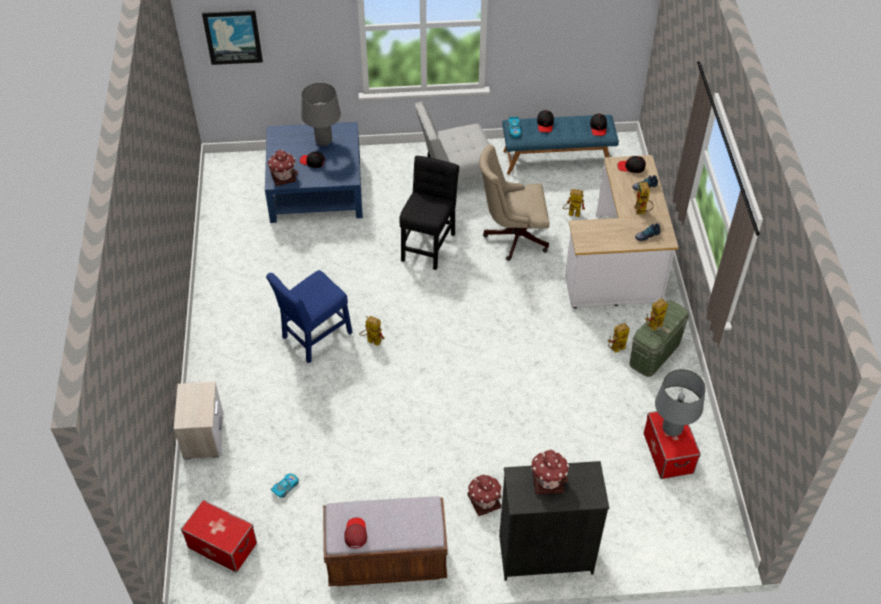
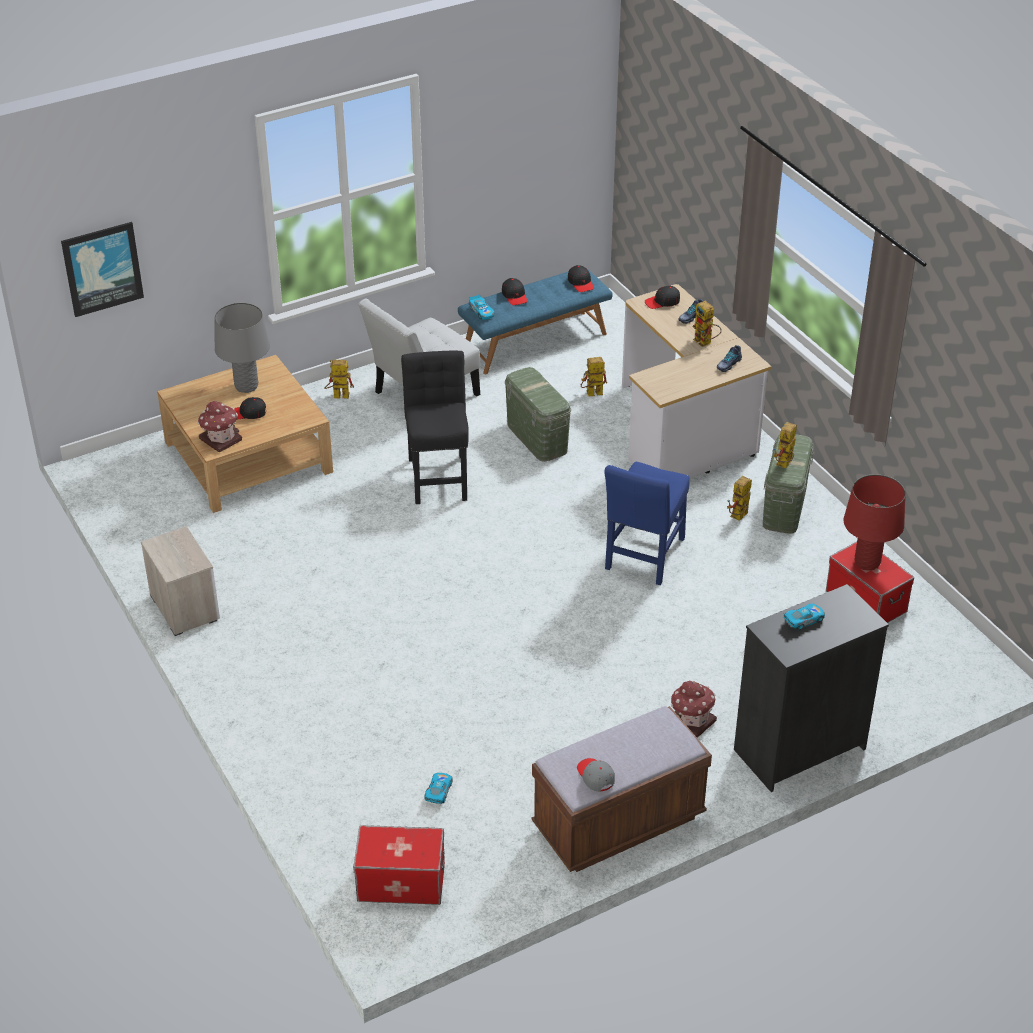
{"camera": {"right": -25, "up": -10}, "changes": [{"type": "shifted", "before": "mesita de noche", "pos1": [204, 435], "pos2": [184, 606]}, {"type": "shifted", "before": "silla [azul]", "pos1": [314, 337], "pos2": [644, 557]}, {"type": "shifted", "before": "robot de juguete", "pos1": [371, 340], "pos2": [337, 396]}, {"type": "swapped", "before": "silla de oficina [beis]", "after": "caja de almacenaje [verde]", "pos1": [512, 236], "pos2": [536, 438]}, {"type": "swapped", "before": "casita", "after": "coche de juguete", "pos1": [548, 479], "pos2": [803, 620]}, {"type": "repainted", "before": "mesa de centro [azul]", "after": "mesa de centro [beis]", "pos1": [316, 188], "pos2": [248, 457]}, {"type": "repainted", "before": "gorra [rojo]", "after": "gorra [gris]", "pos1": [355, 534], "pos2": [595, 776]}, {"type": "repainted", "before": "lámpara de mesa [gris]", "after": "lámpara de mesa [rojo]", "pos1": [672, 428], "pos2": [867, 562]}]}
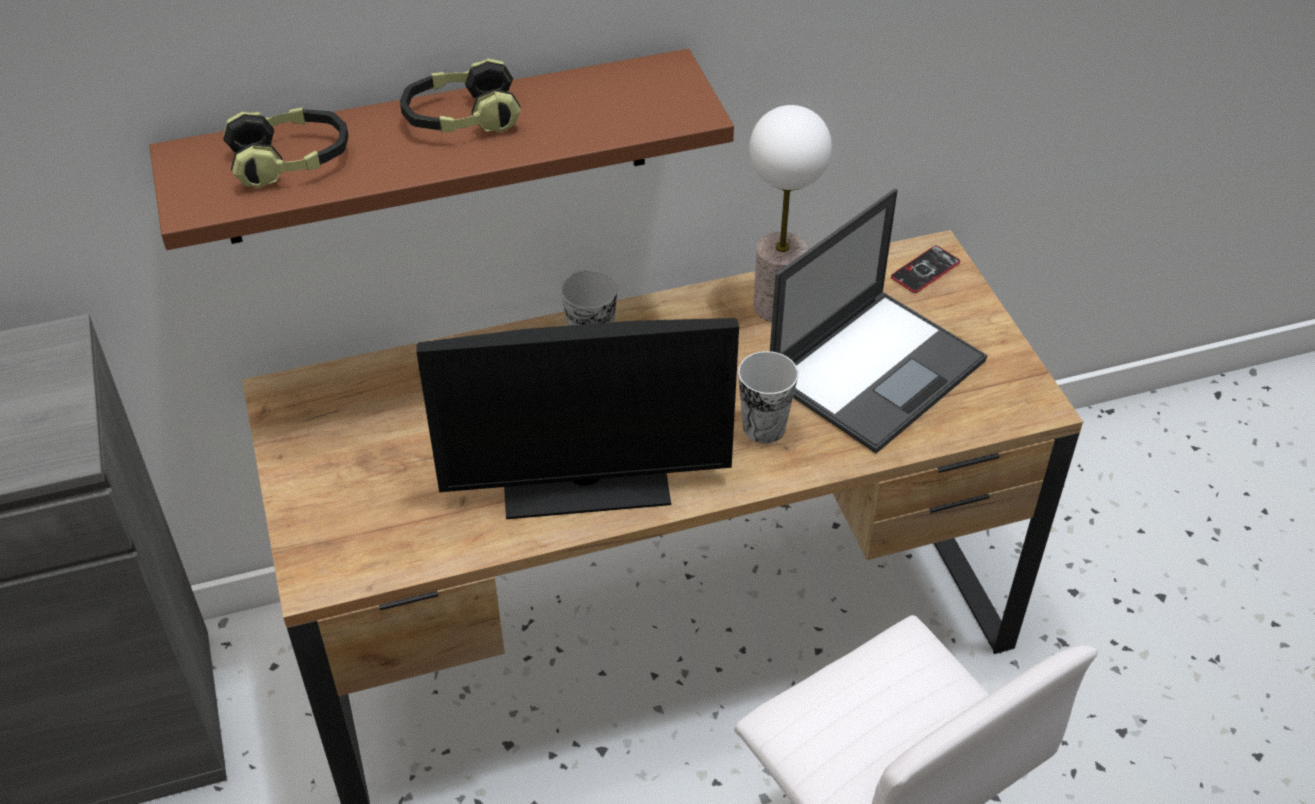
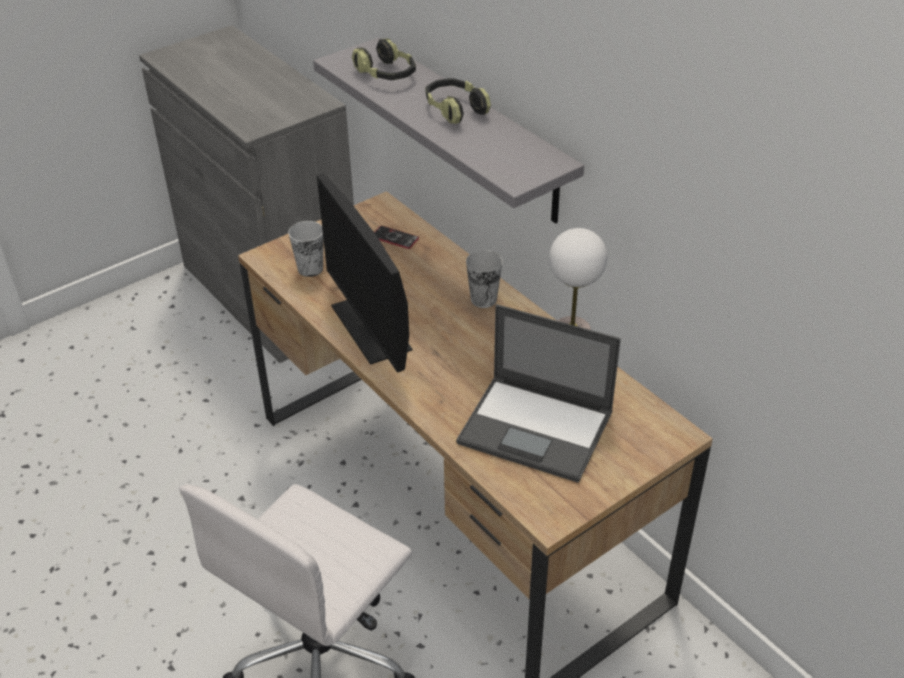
{"camera": {"right": 70, "up": -5}, "changes": [{"type": "shifted", "before": "taza", "pos1": [764, 427], "pos2": [310, 269]}, {"type": "shifted", "before": "móvil", "pos1": [925, 270], "pos2": [395, 238]}, {"type": "repainted", "before": "estante [marrón]", "after": "estante [gris]", "pos1": [436, 148], "pos2": [472, 130]}]}
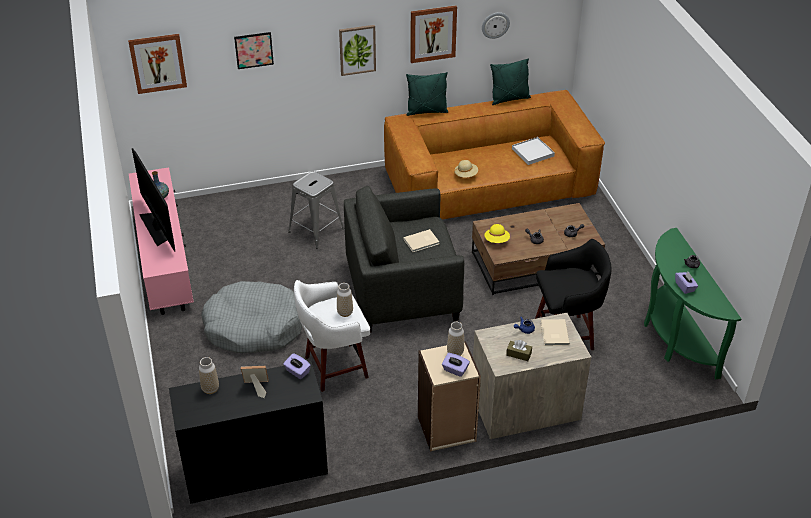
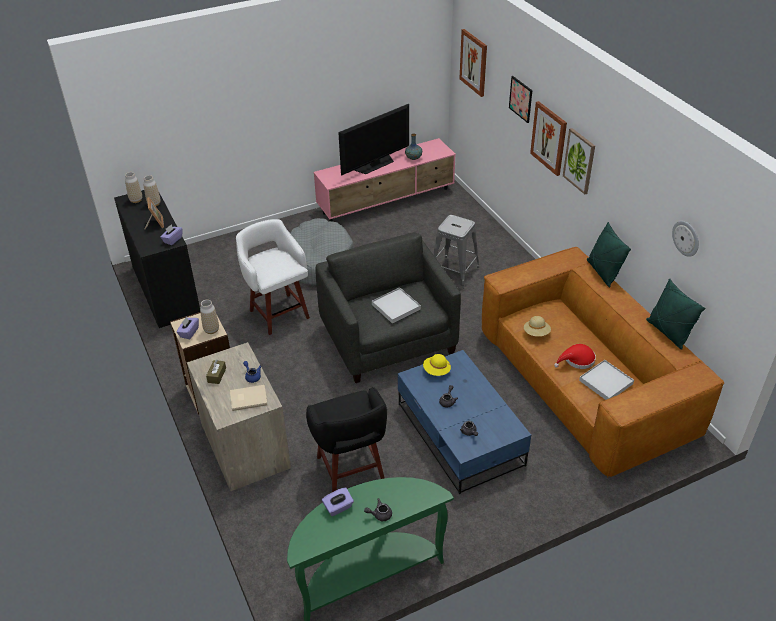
{"camera": {"right": 80, "up": 0}, "changes": [{"type": "new", "after": "sombrero [rojo]", "pos2": [577, 360]}, {"type": "shifted", "before": "florero", "pos1": [345, 312], "pos2": [136, 200]}, {"type": "shifted", "before": "cuadro", "pos1": [433, 33], "pos2": [549, 138]}, {"type": "swapped", "before": "libro [beis]", "after": "bandeja [blanco]", "pos1": [422, 242], "pos2": [396, 307]}, {"type": "repainted", "before": "mesa de centro [marrón]", "after": "mesa de centro [azul]", "pos1": [535, 263], "pos2": [461, 434]}]}
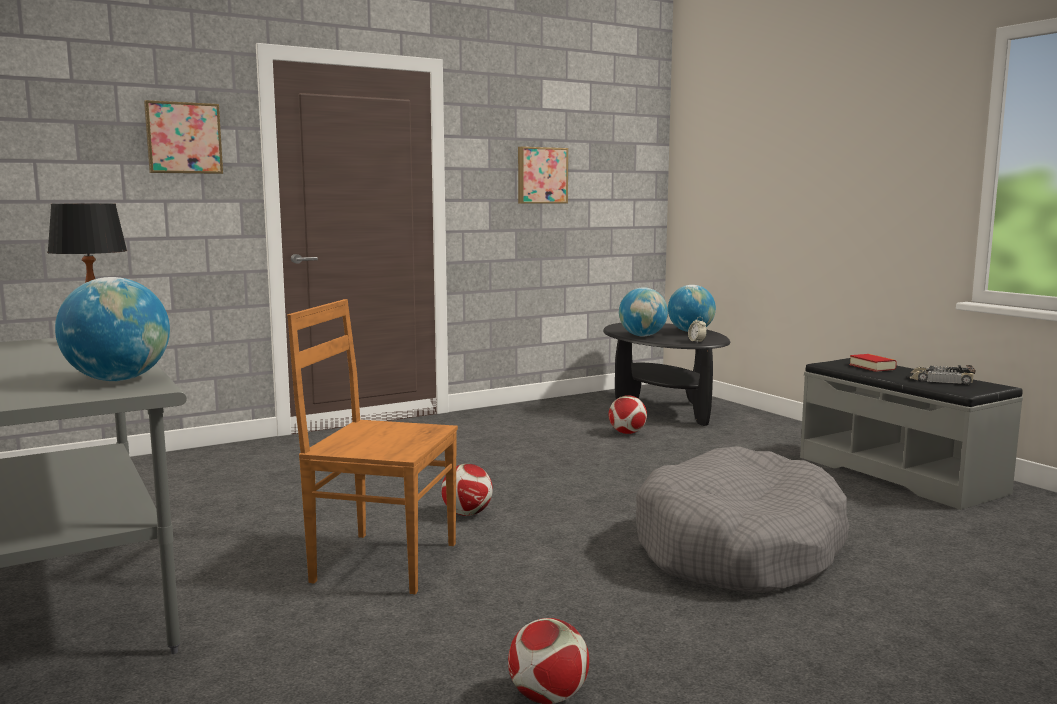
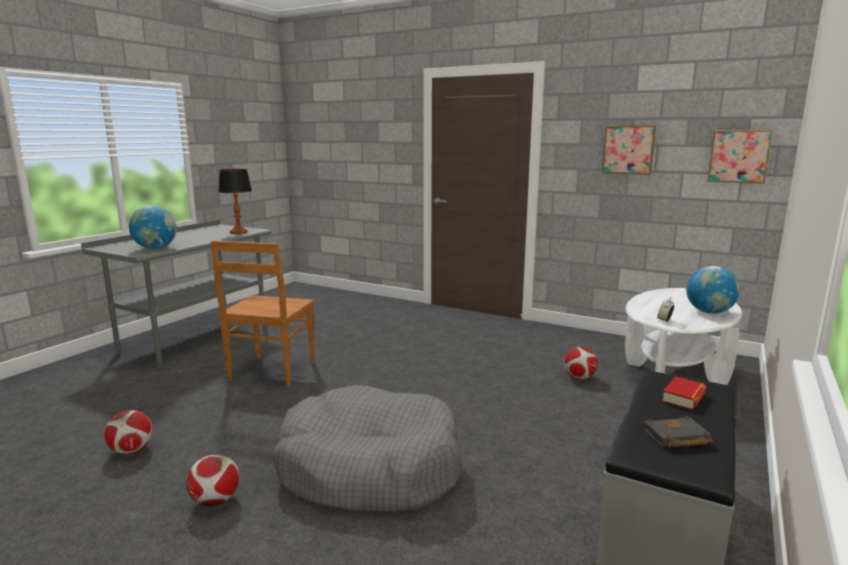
{"camera": {"right": 60, "up": 5}, "changes": [{"type": "gone", "before": "globo terráqueo", "pos1": [642, 336]}, {"type": "shifted", "before": "cuadro", "pos1": [183, 138], "pos2": [739, 156]}, {"type": "shifted", "before": "balón de fútbol", "pos1": [467, 514], "pos2": [215, 501]}, {"type": "swapped", "before": "coche de juguete", "after": "libro [negro]", "pos1": [940, 380], "pos2": [676, 438]}, {"type": "repainted", "before": "mesa de centro [negro]", "after": "mesa de centro [blanco]", "pos1": [662, 408], "pos2": [674, 374]}, {"type": "rotated", "before": "silla [marrón]", "pos1": [381, 561], "pos2": [271, 372], "turn": -150}]}
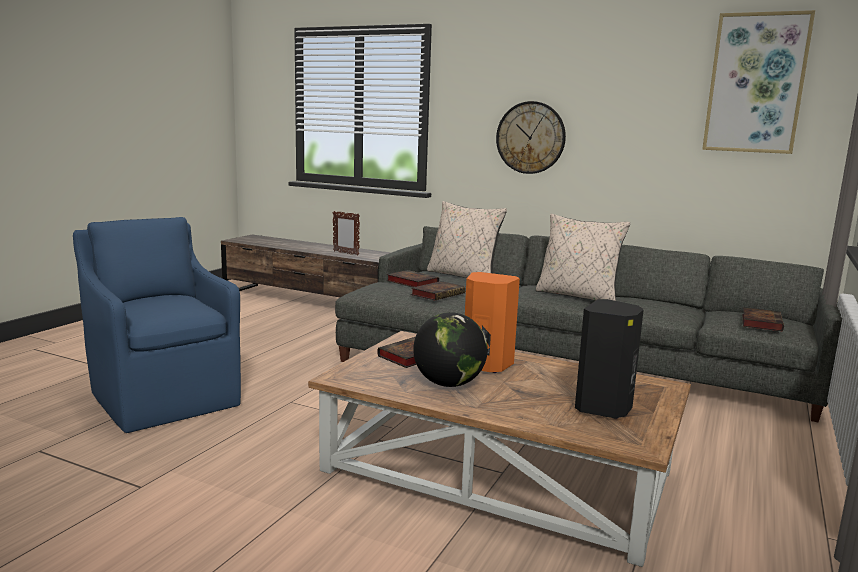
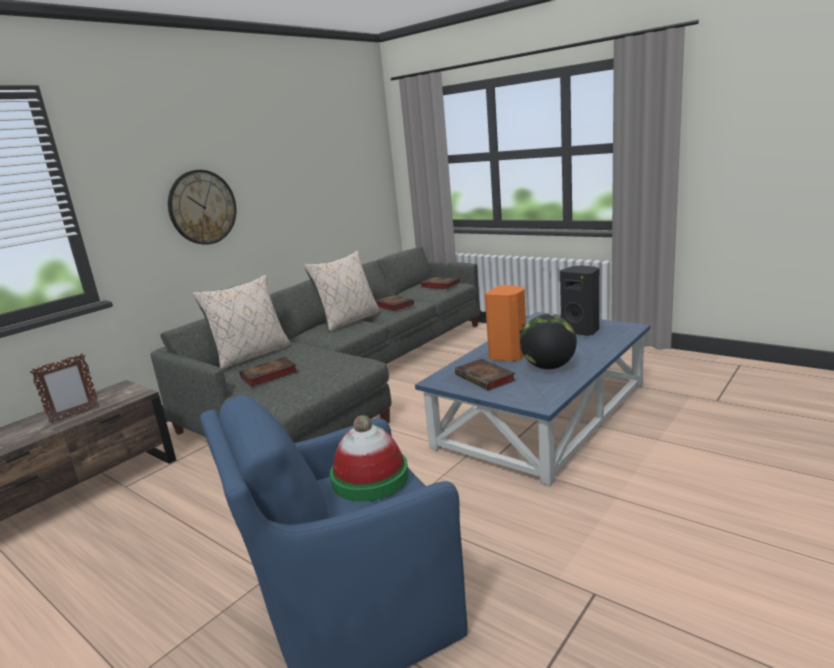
{"camera": {"right": -75, "up": 5}, "changes": [{"type": "gone", "before": "cuadro", "pos1": [756, 83]}, {"type": "new", "after": "sombrero", "pos2": [370, 478]}, {"type": "shifted", "before": "libro", "pos1": [438, 294], "pos2": [392, 305]}, {"type": "repainted", "before": "mesa de centro [marrón]", "after": "mesa de centro [azul]", "pos1": [500, 471], "pos2": [542, 414]}]}
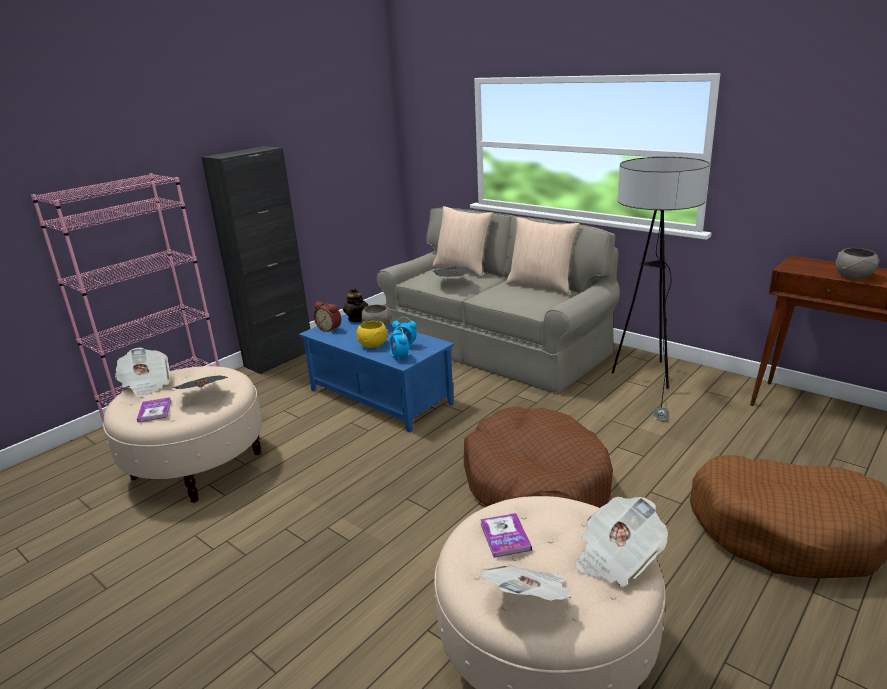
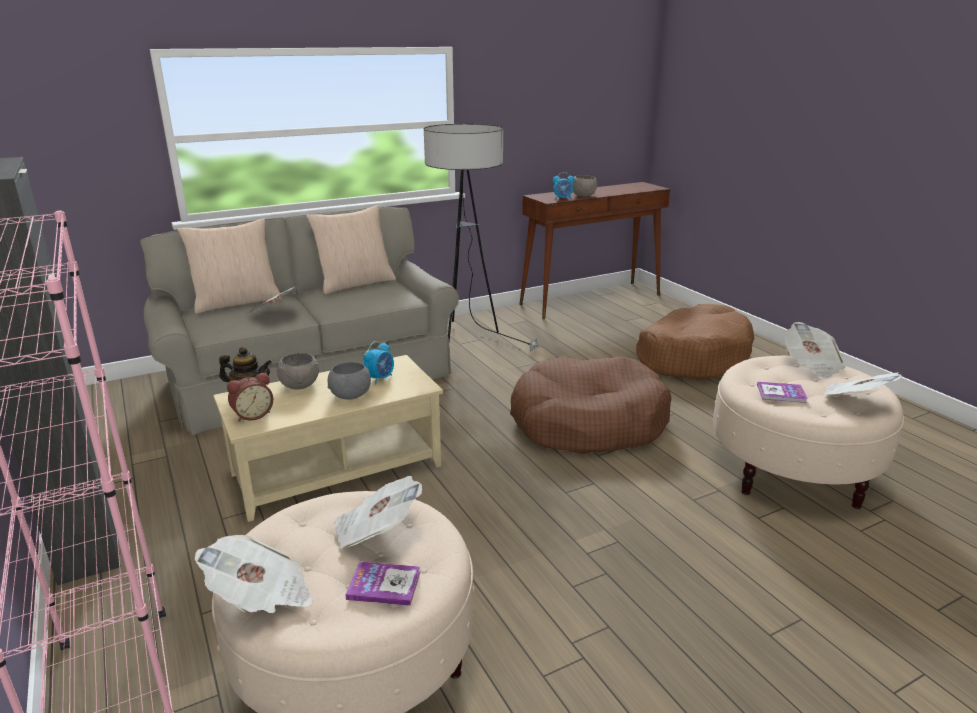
{"camera": {"right": -70, "up": 0}, "changes": [{"type": "shifted", "before": "despertador", "pos1": [399, 357], "pos2": [563, 199]}, {"type": "repainted", "before": "mesa de centro [azul]", "after": "mesa de centro [beis]", "pos1": [381, 396], "pos2": [337, 469]}, {"type": "repainted", "before": "cuenco [amarillo]", "after": "cuenco [gris]", "pos1": [373, 345], "pos2": [351, 395]}]}
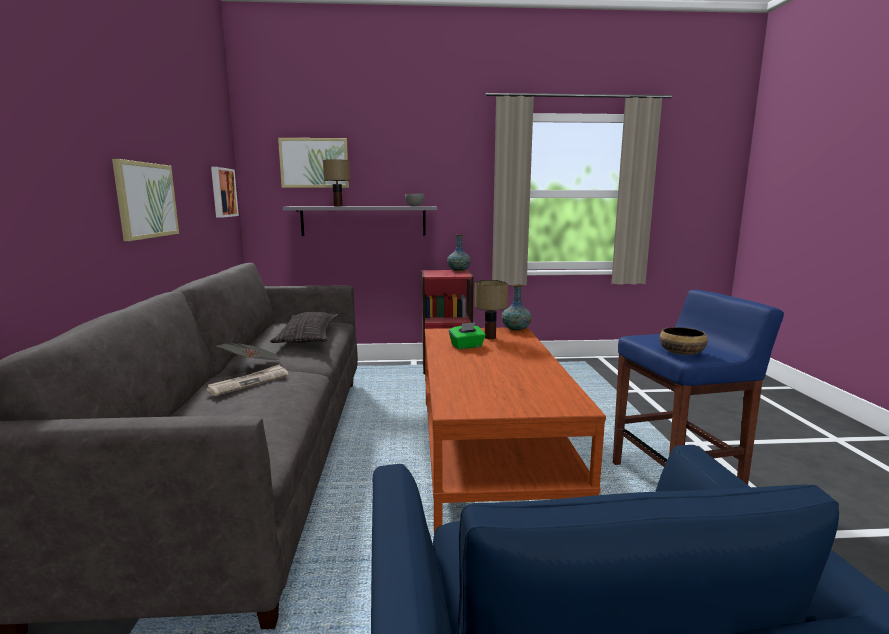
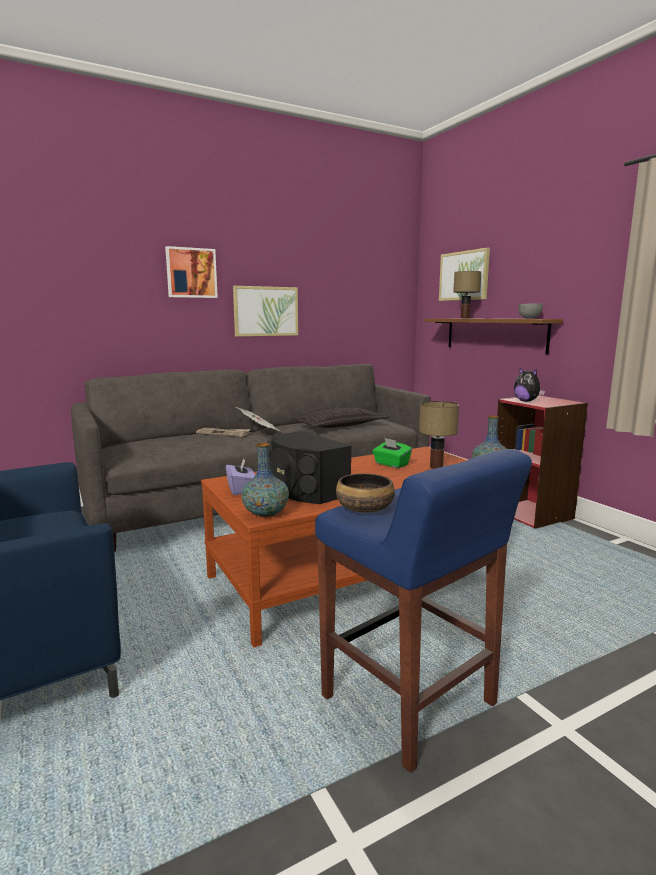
{"camera": {"right": 65, "up": 0}, "changes": [{"type": "new", "after": "caja de pañuelos [morado]", "pos2": [241, 489]}, {"type": "new", "after": "altavoz [negro]", "pos2": [304, 490]}, {"type": "new", "after": "peluche", "pos2": [526, 401]}, {"type": "shifted", "before": "cuadro", "pos1": [222, 192], "pos2": [191, 273]}, {"type": "shifted", "before": "florero", "pos1": [458, 270], "pos2": [265, 513]}, {"type": "repainted", "before": "estante [gris]", "after": "estante [marrón]", "pos1": [363, 221], "pos2": [494, 334]}]}
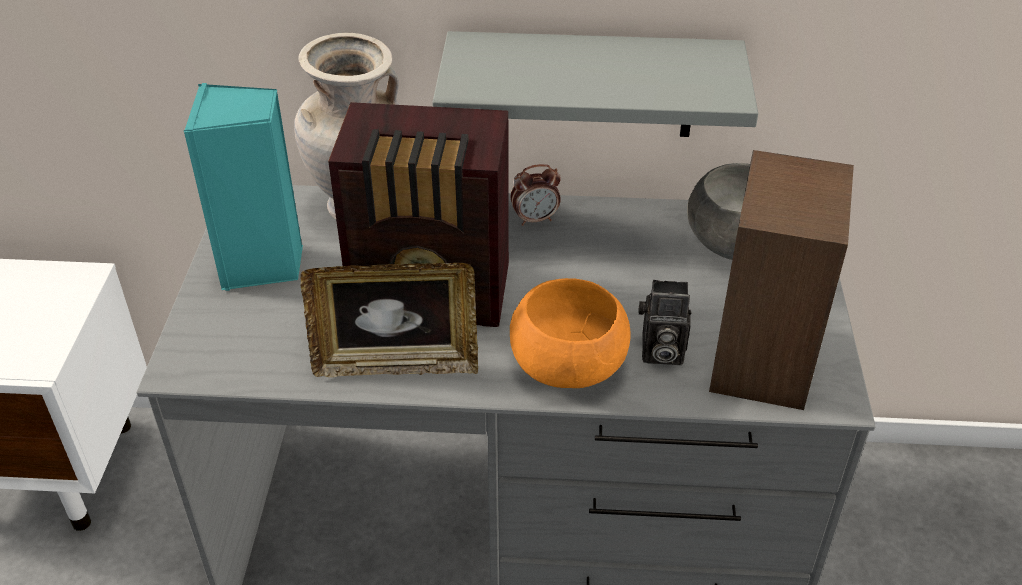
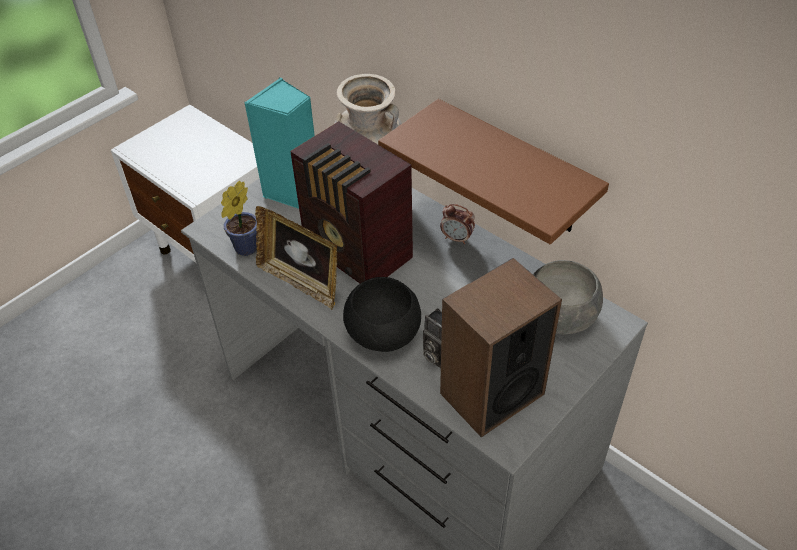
{"camera": {"right": 40, "up": 5}, "changes": [{"type": "new", "after": "planta en maceta", "pos2": [244, 250]}, {"type": "repainted", "before": "estante [gris]", "after": "estante [marrón]", "pos1": [592, 85], "pos2": [515, 169]}, {"type": "repainted", "before": "cuenco [naranja]", "after": "cuenco [negro]", "pos1": [569, 364], "pos2": [384, 332]}]}
